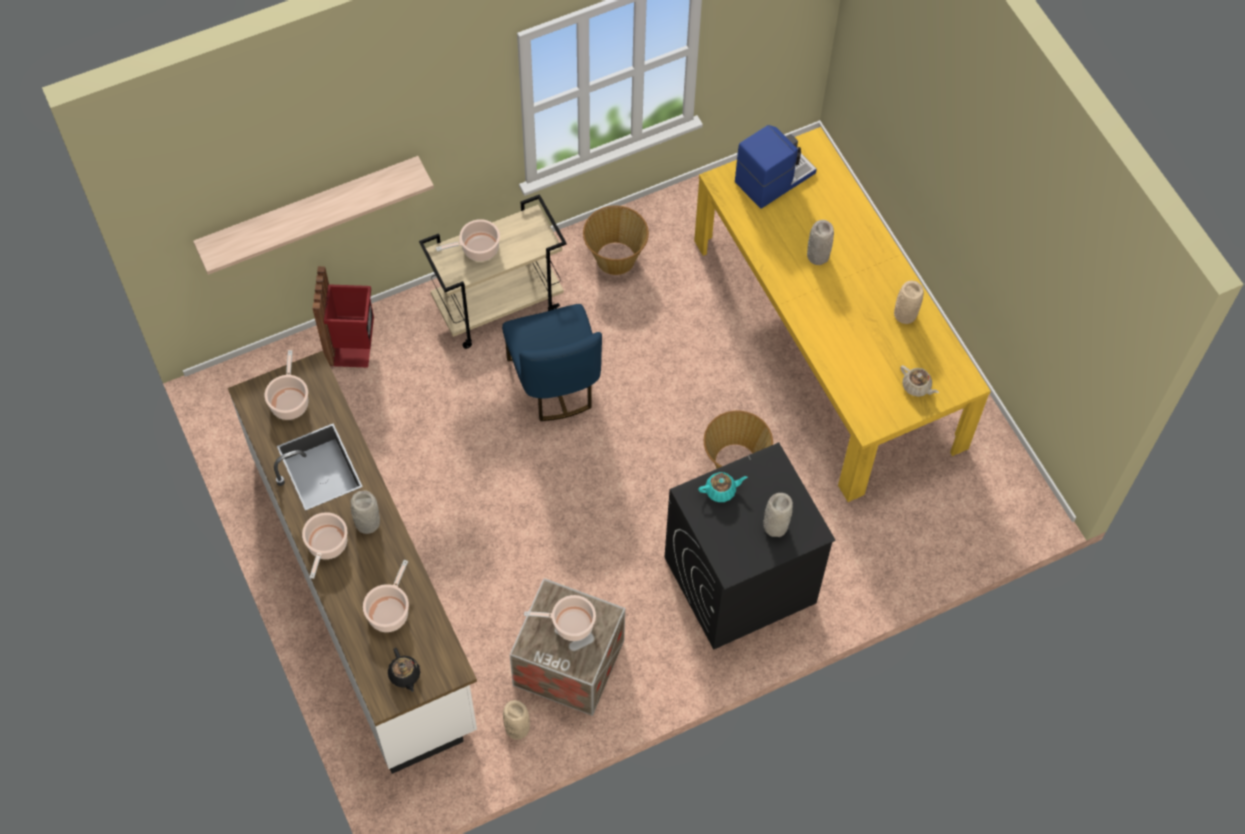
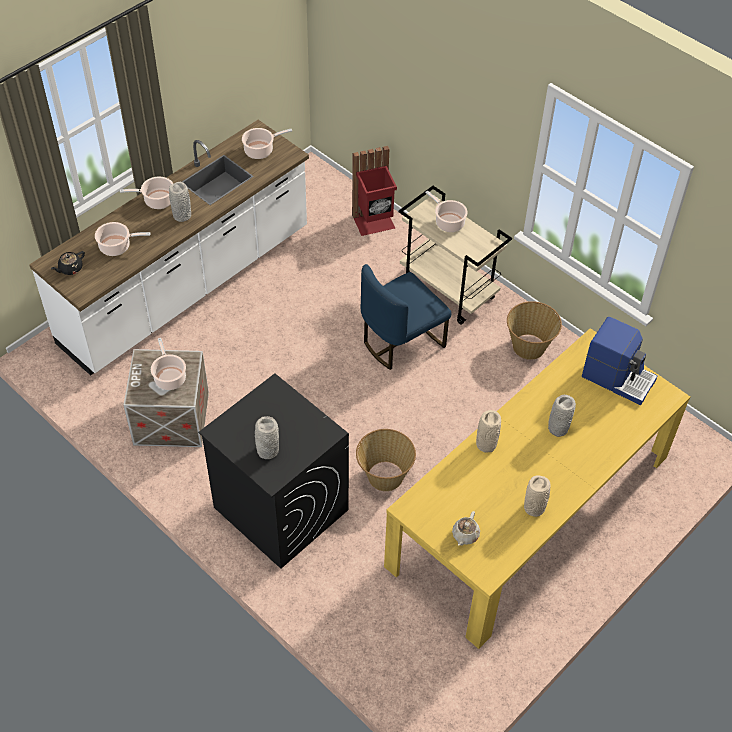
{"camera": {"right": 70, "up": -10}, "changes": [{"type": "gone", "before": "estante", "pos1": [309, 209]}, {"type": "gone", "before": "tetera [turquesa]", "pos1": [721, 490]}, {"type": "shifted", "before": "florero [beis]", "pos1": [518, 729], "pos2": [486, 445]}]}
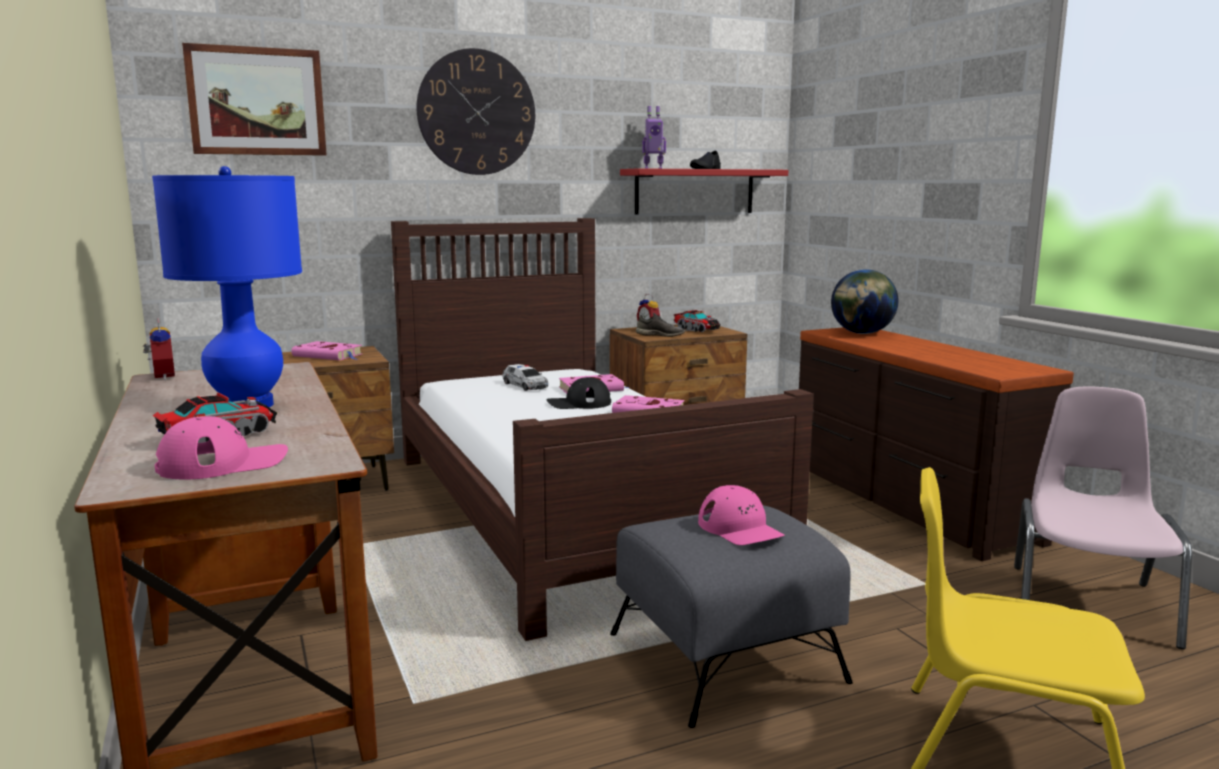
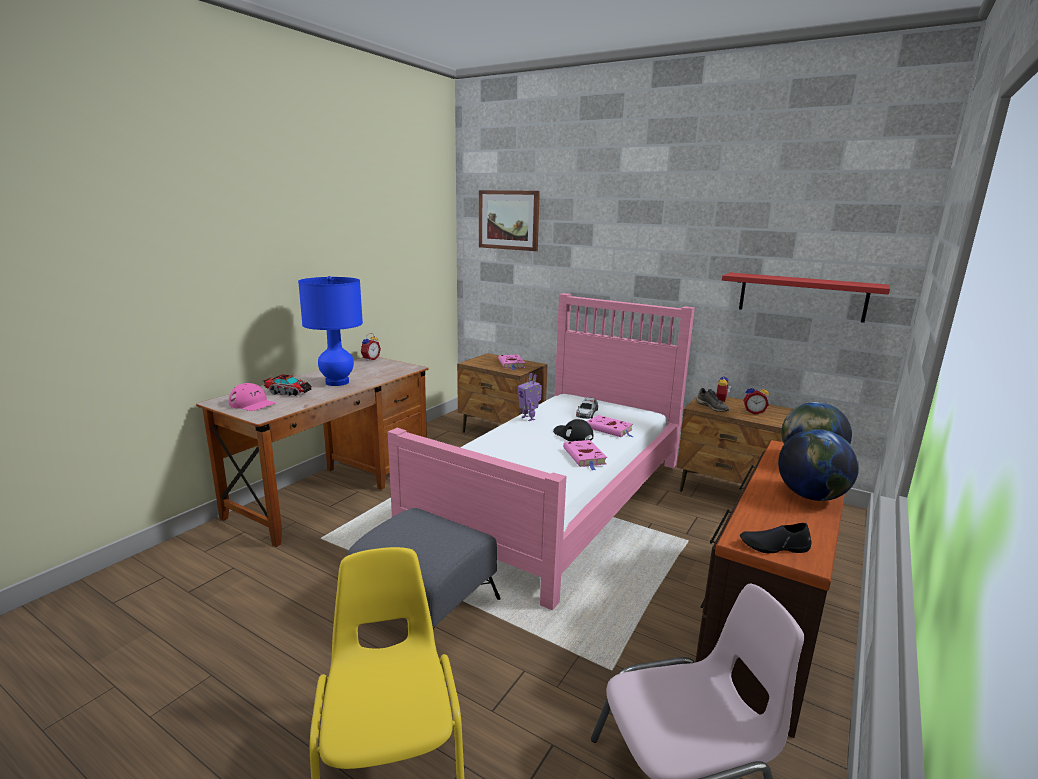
{"camera": {"right": 55, "up": 5}, "changes": [{"type": "gone", "before": "reloj de pared", "pos1": [476, 112]}, {"type": "gone", "before": "gorra [rosa]", "pos1": [740, 528]}, {"type": "new", "after": "globo terráqueo", "pos2": [811, 496]}, {"type": "shifted", "before": "robot de juguete", "pos1": [653, 168], "pos2": [529, 418]}, {"type": "shifted", "before": "zapato [negro]", "pos1": [705, 169], "pos2": [774, 546]}, {"type": "swapped", "before": "camión de juguete", "after": "despertador", "pos1": [696, 330], "pos2": [753, 412]}, {"type": "repainted", "before": "cama [marrón]", "after": "cama [rosa]", "pos1": [567, 510], "pos2": [555, 498]}]}
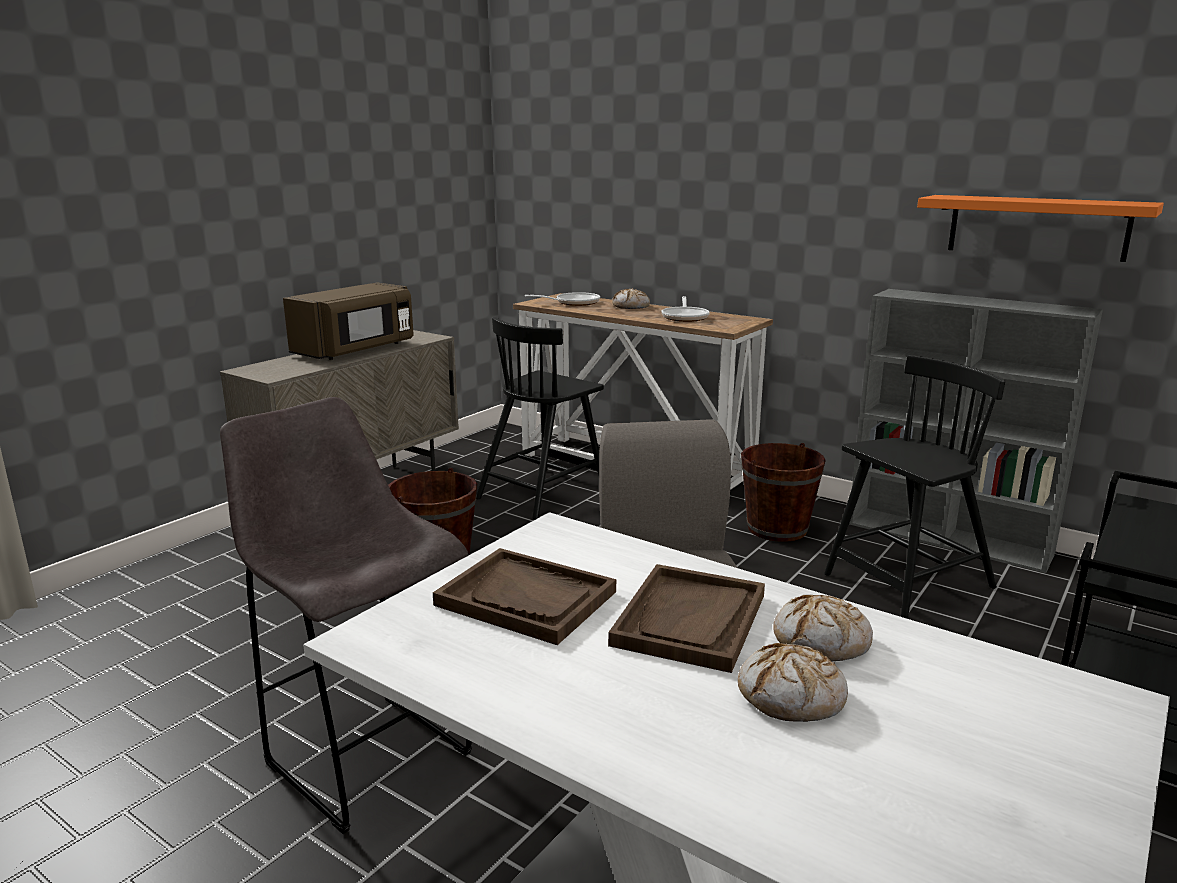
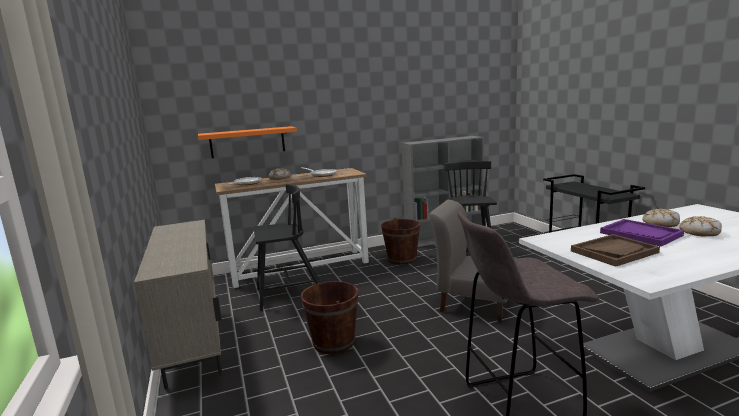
{"camera": {"right": -55, "up": -5}, "changes": [{"type": "gone", "before": "microondas [marrón]", "pos1": [356, 350]}, {"type": "shifted", "before": "estante [naranja]", "pos1": [1037, 227], "pos2": [247, 142]}, {"type": "repainted", "before": "bandeja [marrón]", "after": "bandeja [morado]", "pos1": [690, 620], "pos2": [641, 234]}, {"type": "rotated", "before": "silla [negro]", "pos1": [543, 492], "pos2": [289, 294], "turn": -90}]}
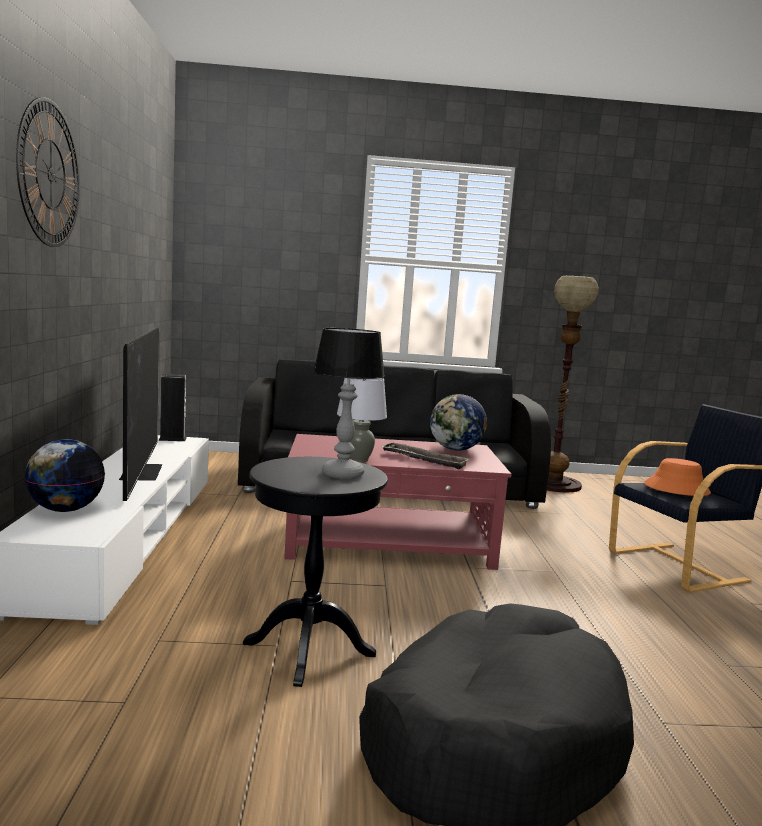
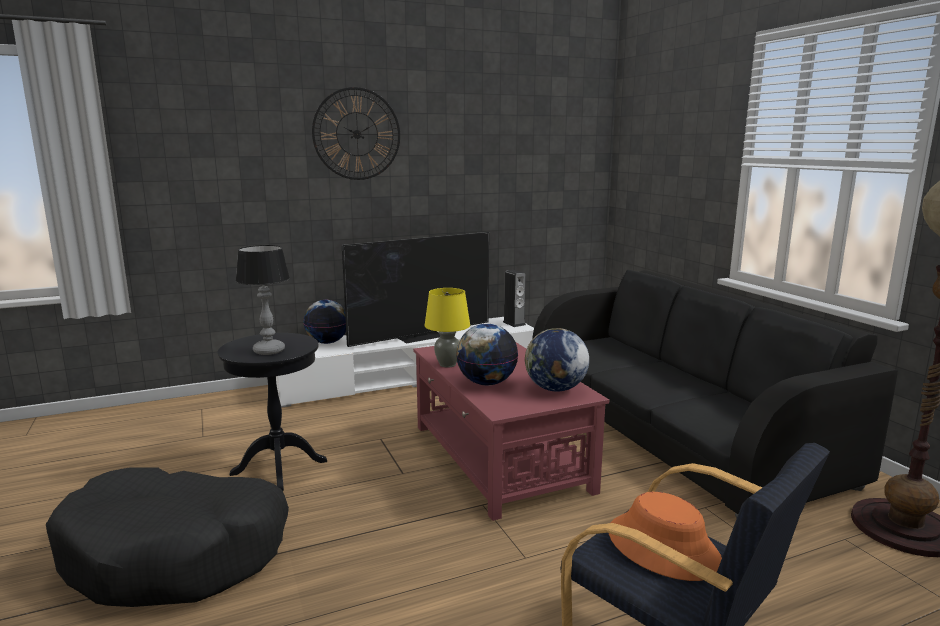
{"camera": {"right": 70, "up": 5}, "changes": [{"type": "swapped", "before": "bandeja", "after": "globo terráqueo", "pos1": [423, 460], "pos2": [486, 383]}, {"type": "repainted", "before": "lámpara de mesa [gris]", "after": "lámpara de mesa [amarillo]", "pos1": [359, 460], "pos2": [448, 364]}]}
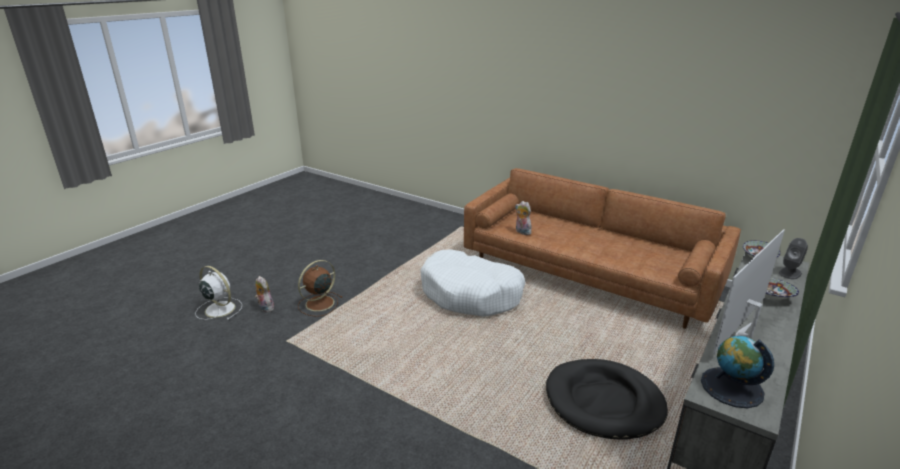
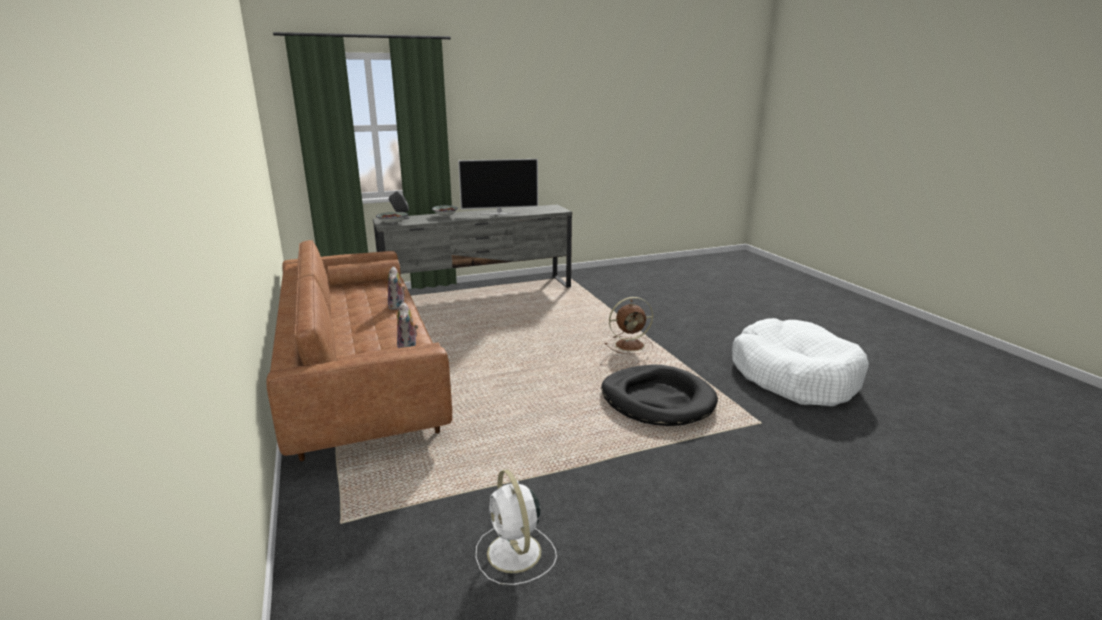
{"camera": {"right": -145, "up": -5}, "changes": [{"type": "gone", "before": "globo terráqueo", "pos1": [731, 387]}, {"type": "shifted", "before": "ventilador [blanco]", "pos1": [219, 309], "pos2": [515, 554]}, {"type": "shifted", "before": "peluche", "pos1": [265, 308], "pos2": [397, 306]}, {"type": "shifted", "before": "ventilador [marrón]", "pos1": [318, 304], "pos2": [631, 345]}, {"type": "shifted", "before": "cama para perro [blanco]", "pos1": [471, 294], "pos2": [794, 376]}, {"type": "shifted", "before": "cama para perro [negro]", "pos1": [604, 402], "pos2": [657, 400]}]}
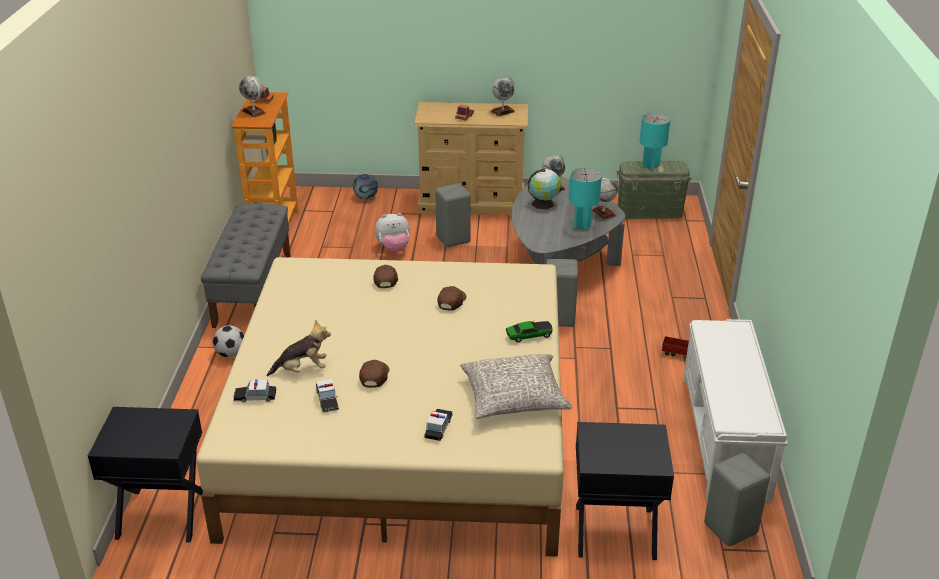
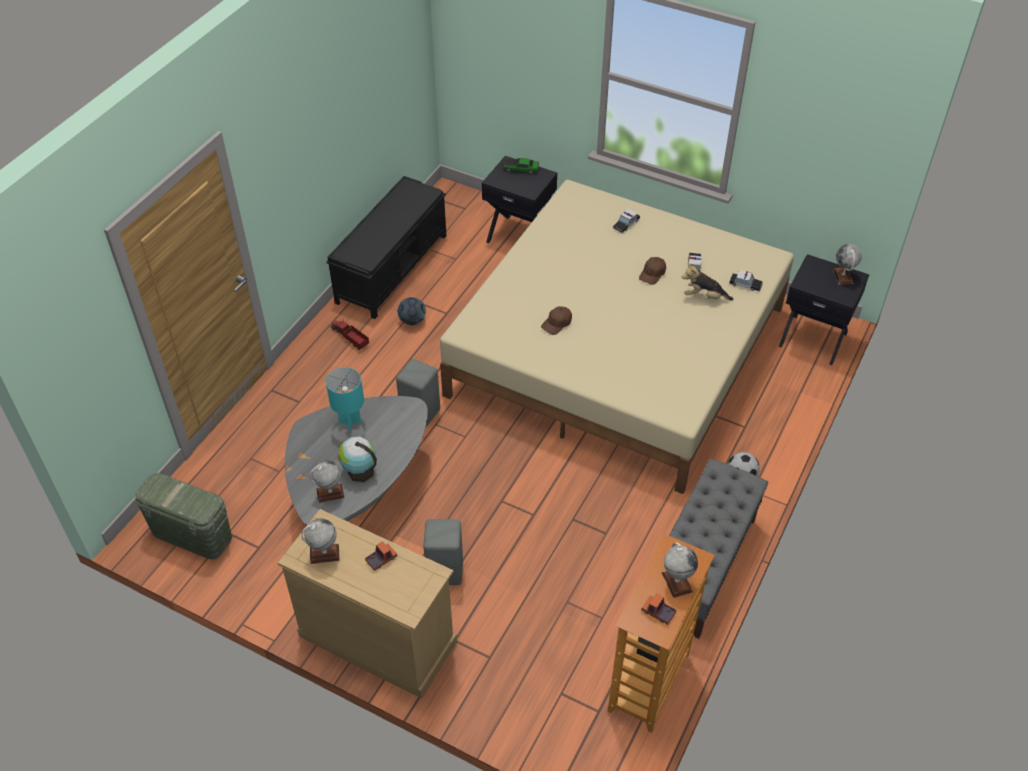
{"camera": {"right": -155, "up": 15}, "changes": [{"type": "gone", "before": "gorra [marrón]", "pos1": [385, 280]}, {"type": "gone", "before": "peluche", "pos1": [393, 249]}, {"type": "gone", "before": "cojín [gris]", "pos1": [514, 398]}, {"type": "gone", "before": "lámpara de mesa [turquesa]", "pos1": [650, 166]}, {"type": "gone", "before": "taburete [gris]", "pos1": [730, 529]}, {"type": "shifted", "before": "balón de fútbol", "pos1": [365, 197], "pos2": [412, 321]}, {"type": "shifted", "before": "coche de juguete", "pos1": [529, 335], "pos2": [521, 169]}, {"type": "shifted", "before": "globo terráqueo", "pos1": [603, 213], "pos2": [842, 276]}, {"type": "repainted", "before": "banco [blanco]", "after": "banco [negro]", "pos1": [725, 436], "pos2": [392, 268]}]}
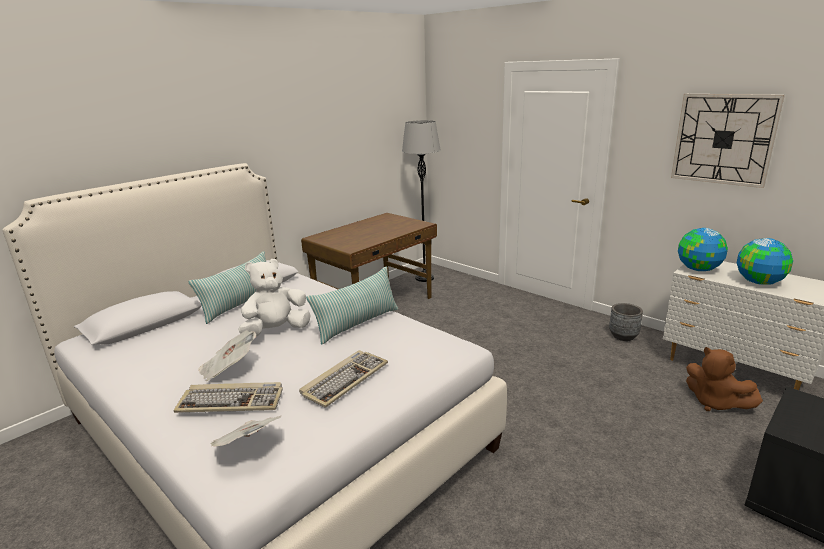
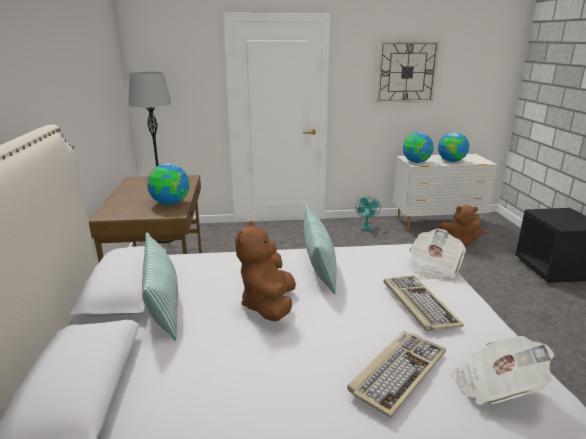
{"camera": {"right": -50, "up": 0}, "changes": [{"type": "new", "after": "globo terráqueo", "pos2": [170, 203]}, {"type": "shifted", "before": "periódico", "pos1": [228, 369], "pos2": [434, 268]}, {"type": "swapped", "before": "maceta [gris]", "after": "ventilador [turquesa]", "pos1": [623, 336], "pos2": [366, 227]}, {"type": "repainted", "before": "peluche [blanco]", "after": "peluche [marrón]", "pos1": [276, 331], "pos2": [268, 306]}]}
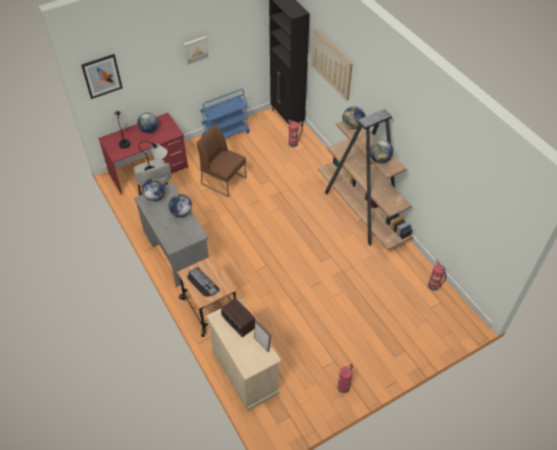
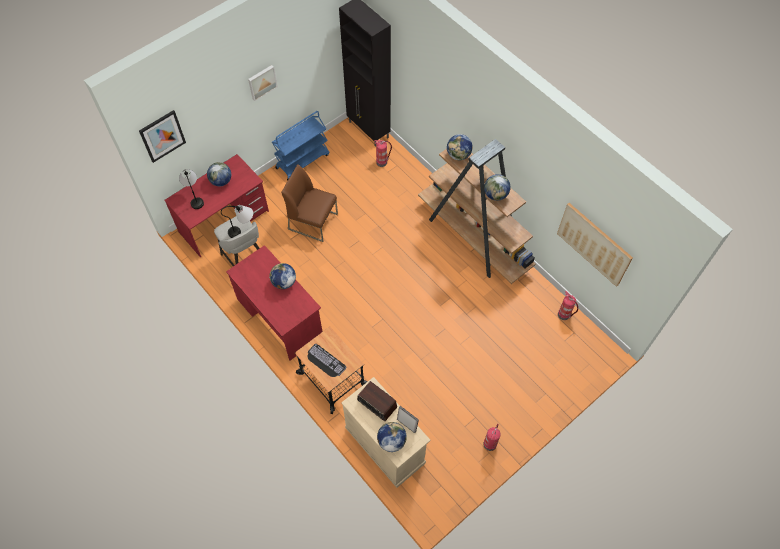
{"camera": {"right": -10, "up": 10}, "changes": [{"type": "shifted", "before": "globo terráqueo", "pos1": [155, 197], "pos2": [391, 441]}, {"type": "shifted", "before": "cuadro", "pos1": [331, 64], "pos2": [594, 244]}, {"type": "repainted", "before": "escritorio [gris]", "after": "escritorio [rojo]", "pos1": [176, 251], "pos2": [279, 317]}]}
